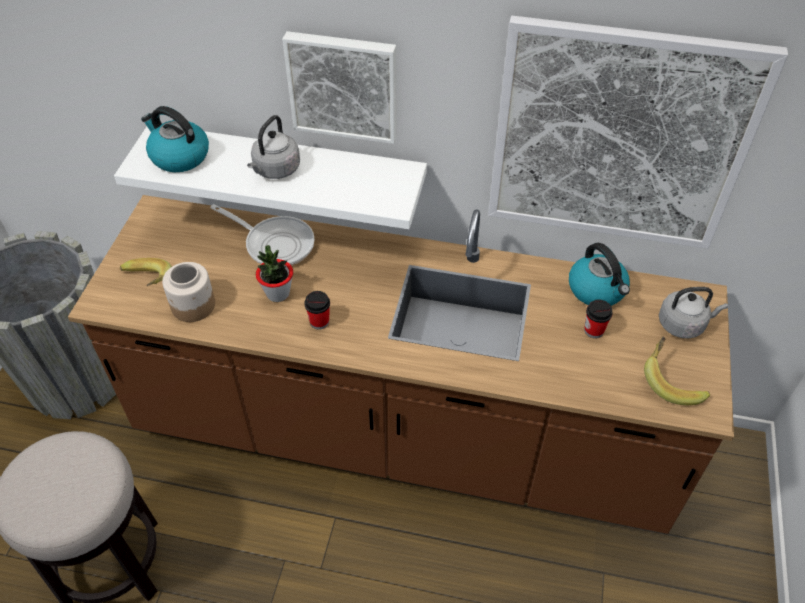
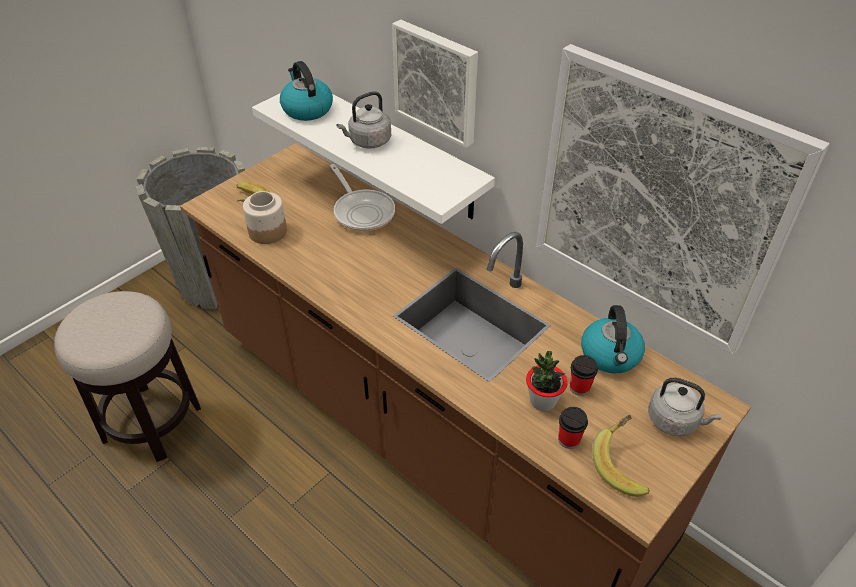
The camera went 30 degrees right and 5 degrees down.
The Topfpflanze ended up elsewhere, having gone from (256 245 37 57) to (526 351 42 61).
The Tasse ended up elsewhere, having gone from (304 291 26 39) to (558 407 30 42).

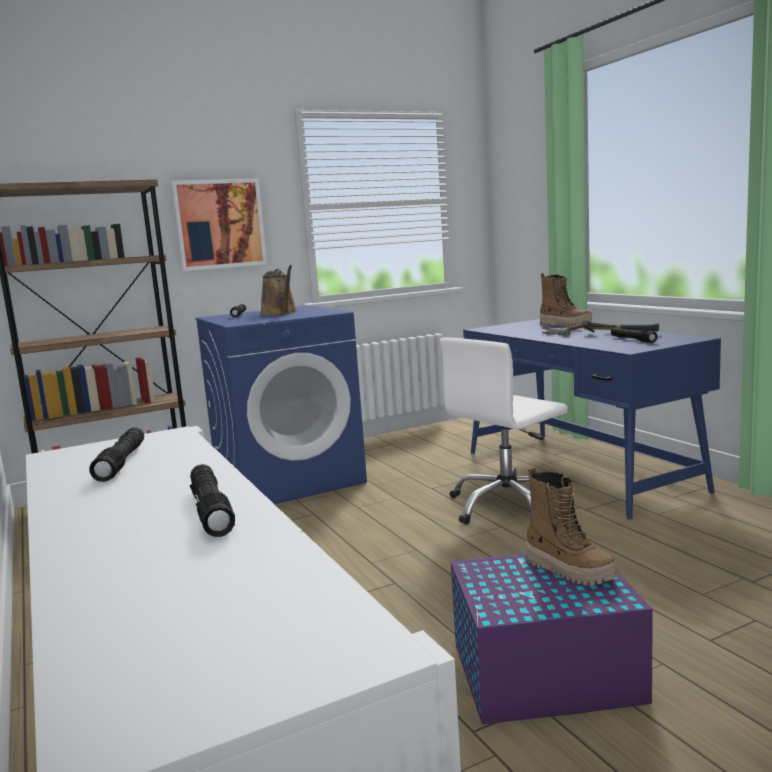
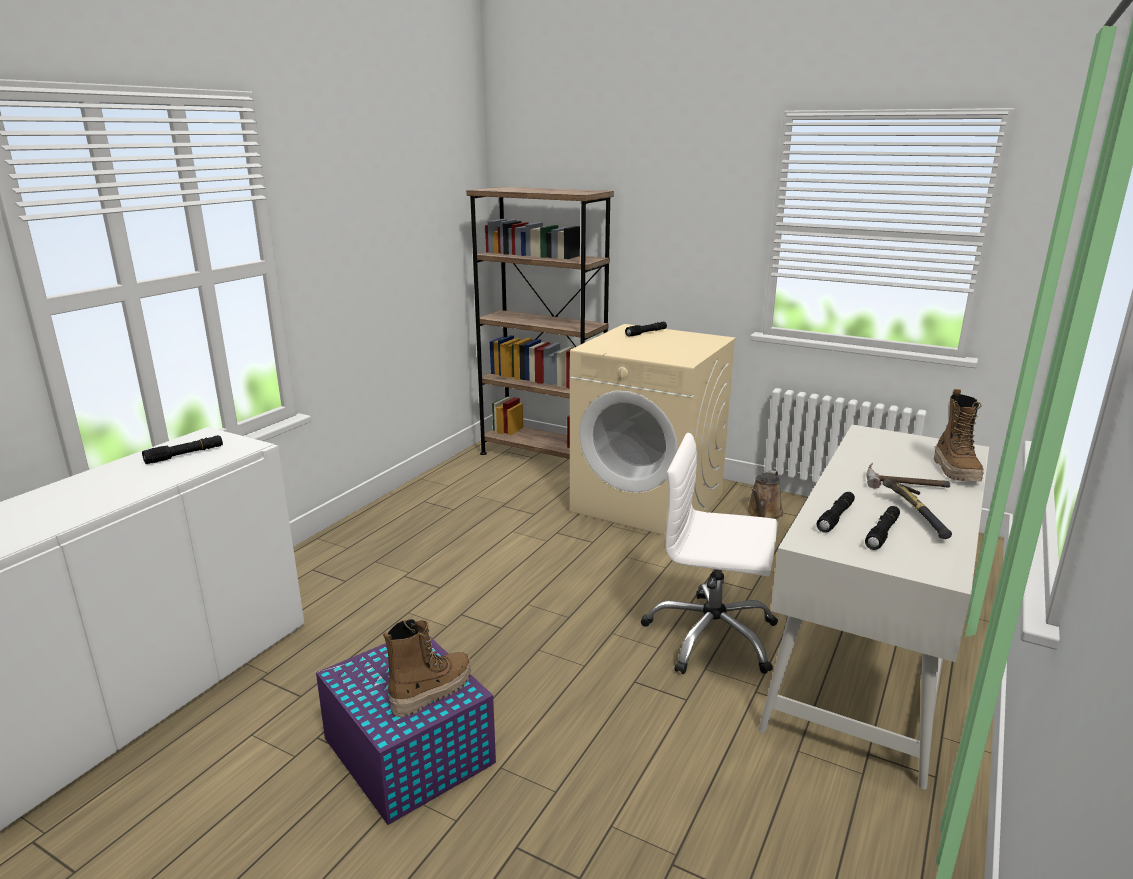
The camera went 55 degrees right and 10 degrees up.
The Stiefel at (526 467 92 118) ended up facing another way, 150 degrees counterclockwise from before.
What was the Waschmaschine [blau] at (195 305 172 199) turned into the Waschmaschine [beige] at (570 324 166 211).
The Gießkanne [braun] ended up elsewhere, having gone from (260 265 37 51) to (746 470 38 49).
What was the Schreibtisch [blau] at (463 319 258 201) turned into the Schreibtisch [weiß] at (759 424 230 365).
The Taschenlampe [schwarz] ended up elsewhere, having gone from (190 464 45 73) to (816 492 39 41).
The second view lost the Bild at (171 178 96 93).

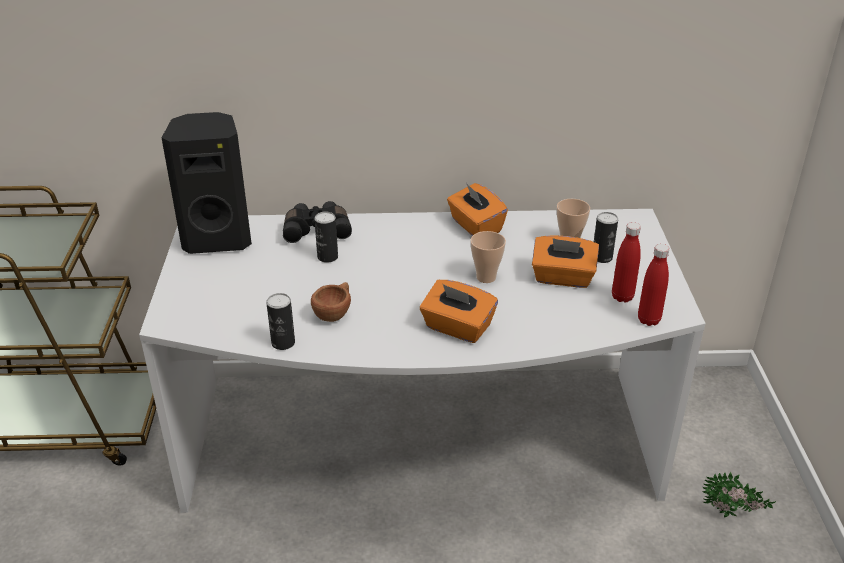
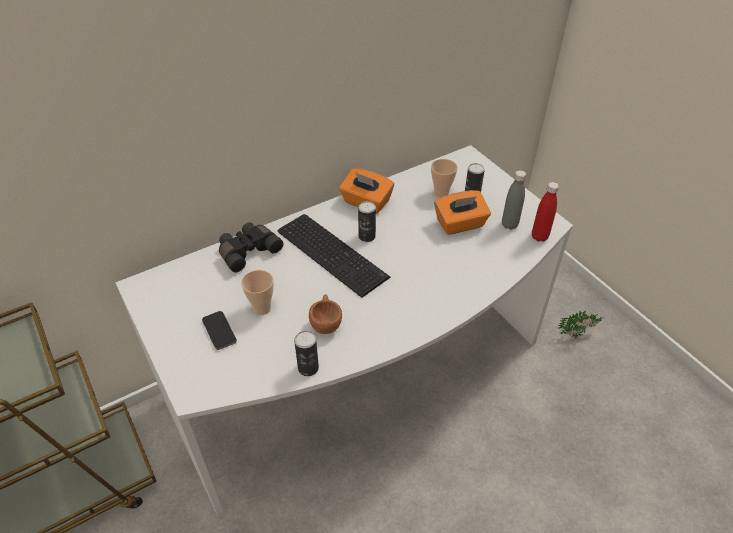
The camera went 30 degrees left and 10 degrees up.
The second view gained the Handy at (202 311 35 39).
The Tasse ended up elsewhere, having gone from (470 231 36 52) to (241 270 33 45).
The second view gained the Tastatur at (278 214 112 84).
The Dose ended up elsewhere, having gone from (314 212 24 51) to (358 201 18 41).
What was the Flasche [rot] at (612 222 29 81) turned into the Flasche [grau] at (502 170 24 60).
The second view lost the Lautsprecher [schwarz] at (161 112 91 142).
The second view lost the Taschentuchbox [orange] at (420 280 78 63).

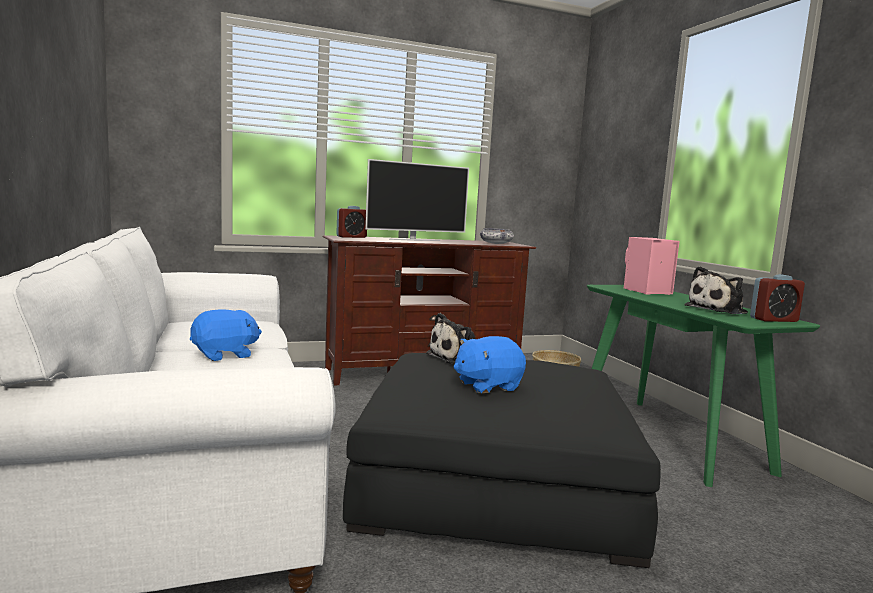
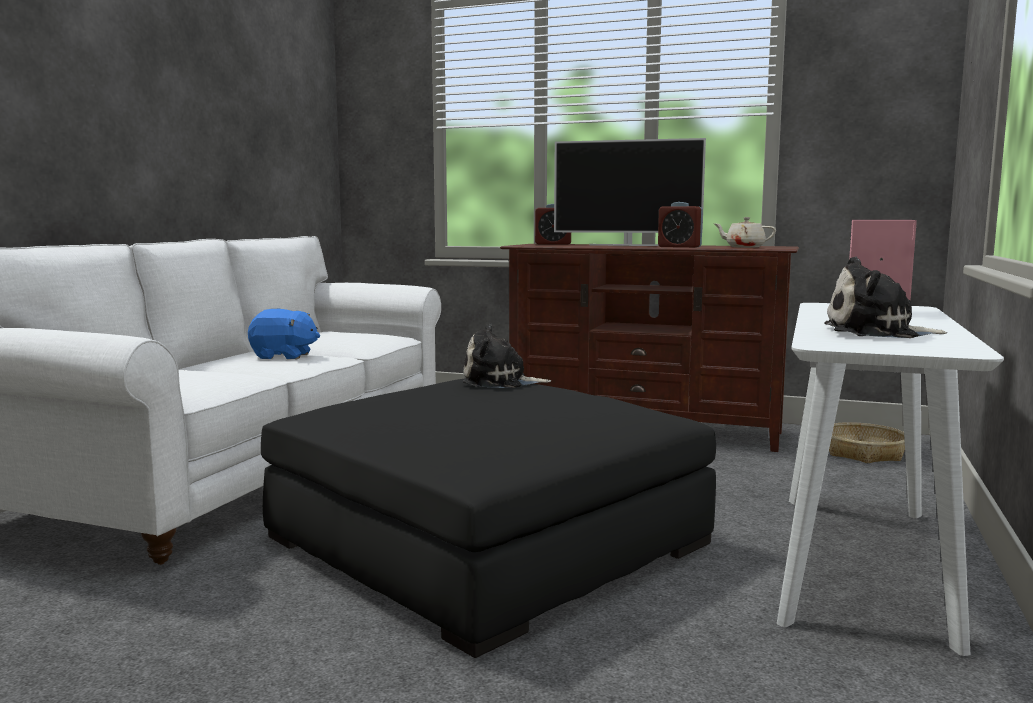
The camera went 40 degrees right and 0 degrees up.
The Wecker ended up elsewhere, having gone from (750 274 55 48) to (658 202 45 46).
Where the Schüssel stood at (480 228 34 16), the Teekanne [beige] came to stand at (715 217 61 31).
What was the Konsolentisch [grün] at (587 285 233 202) turned into the Konsolentisch [weiß] at (777 303 227 353).
The second view lost the Plüschtier [blau] at (453 336 73 57).

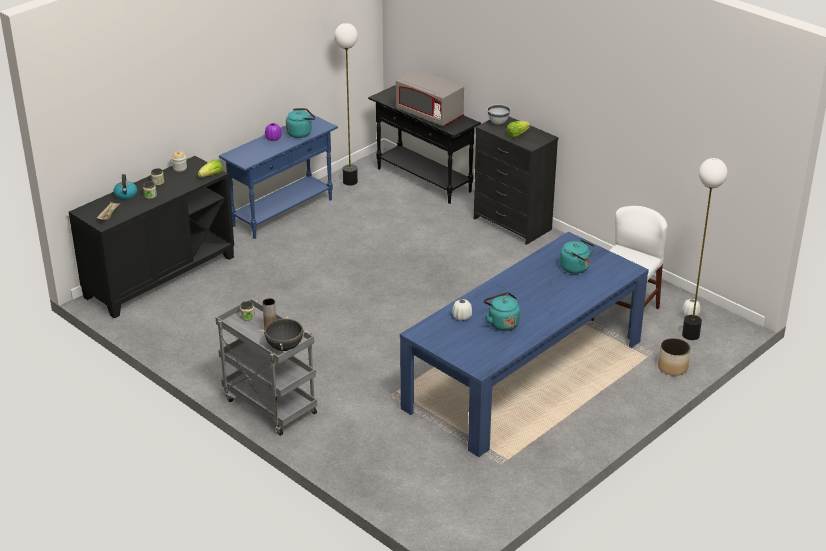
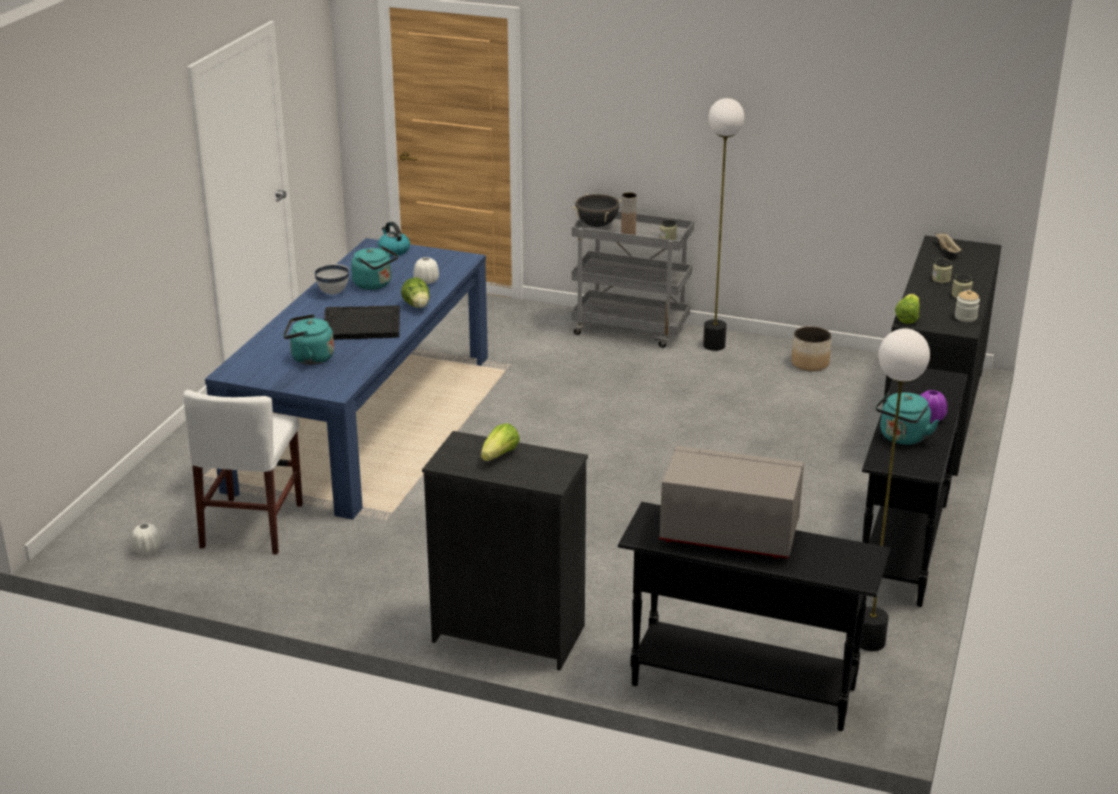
The camera went 155 degrees right and 5 degrees down.
The Schüssel [weiß] ended up elsewhere, having gone from (488 104 22 21) to (314 264 35 30).
The second view gained the Tablett [schwarz] at (324 305 76 35).
The Wasserkessel ended up elsewhere, having gone from (113 174 25 26) to (378 222 32 34).
The second view gained the Salatkopf at (401 277 29 31).
The Stehlampe ended up elsewhere, having gone from (682 158 46 182) to (703 98 41 253).
The Pflanzkübel ended up elsewhere, having gone from (658 338 32 38) to (791 326 41 45).
What was the Konsolentisch [blau] at (219 115 119 124) turned into the Konsolentisch [schwarz] at (862 368 106 239).

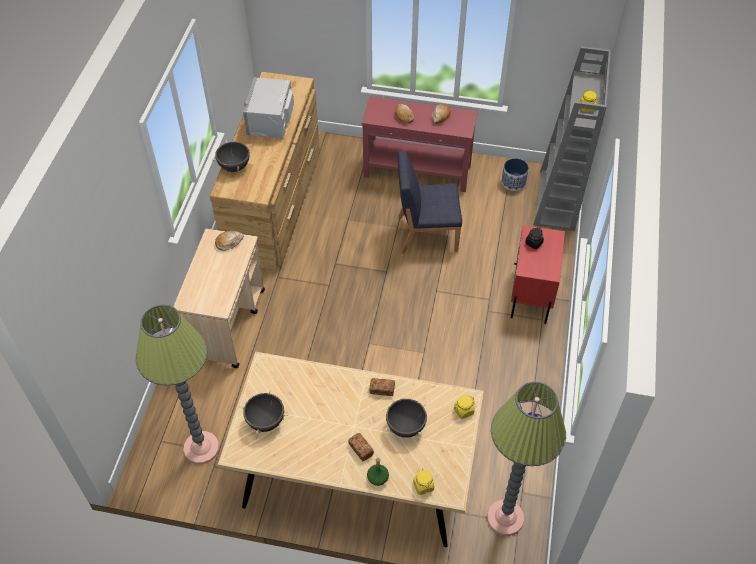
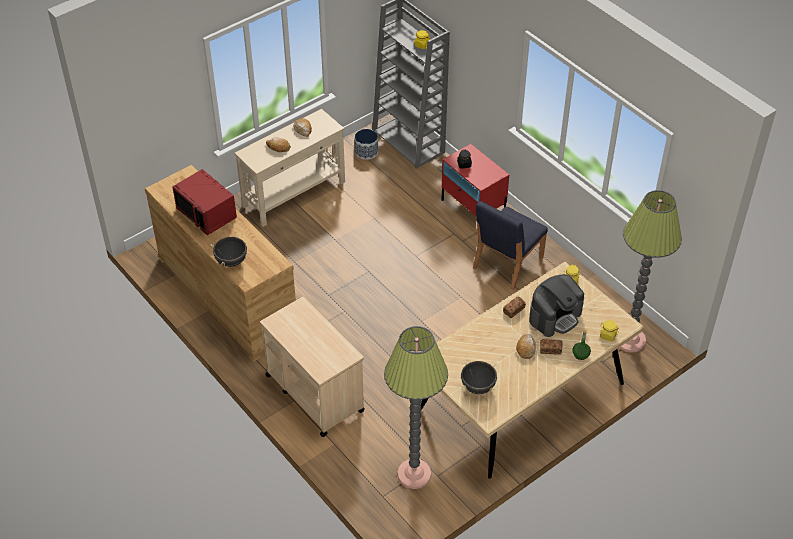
The camera went 50 degrees left and 5 degrees down.
What was the Mikrowelle [grau] at (243 77 51 62) turned into the Mikrowelle [rot] at (172 169 65 66).
What was the Konsolentisch [rot] at (361 96 117 96) turned into the Konsolentisch [beige] at (234 109 111 118).
The Stuhl [blau] ended up elsewhere, having gone from (398 151 64 103) to (473 201 75 89).
The Brot ended up elsewhere, having gone from (215 231 29 20) to (516 334 20 25).
Where the Kochtopf [schwarz] stood at (386 398 41 40), the Kaffeemaschine came to stand at (529 274 55 63).

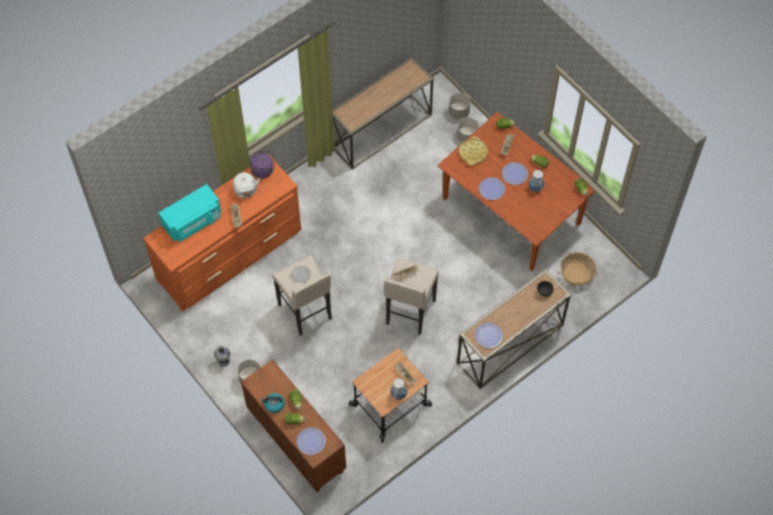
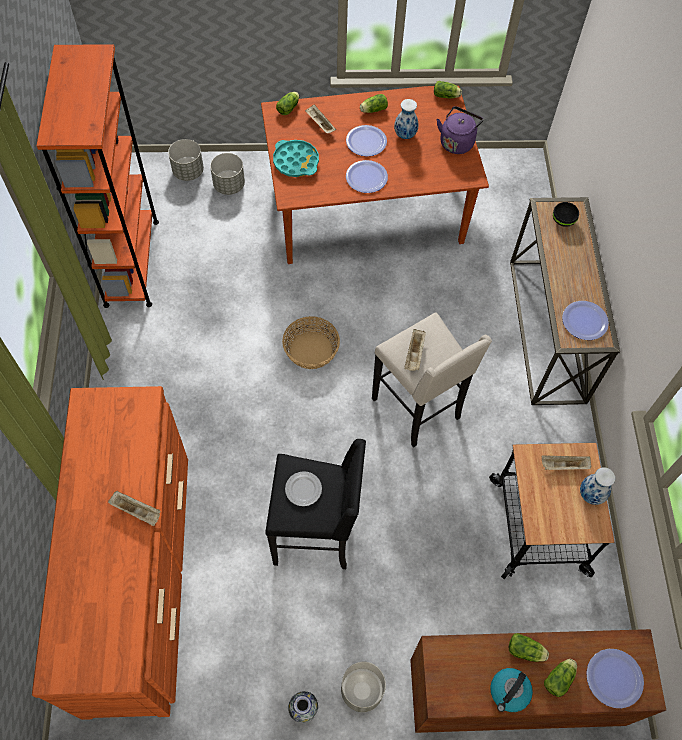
The camera went 55 degrees left and 0 degrees up.
Where the Konsolentisch stood at (333 57 101 112), the Bücherregal [orange] came to stand at (37 44 122 264).
What was the Hocker [beige] at (273 255 59 81) turned into the Hocker [schwarz] at (265 439 101 130).
What was the Tablett [gelb] at (459 136 29 29) turned into the Tablett [türkis] at (273 140 46 37).
The Korb ended up elsewhere, having gone from (560 252 37 34) to (282 316 58 53).
The Wasserkessel [lila] ended up elsewhere, having gone from (250 150 25 29) to (437 106 46 48).
The second view lost the Mikrowelle [türkis] at (159 184 62 58).
The second view lost the Wasserkessel [weiß] at (233 172 27 26).

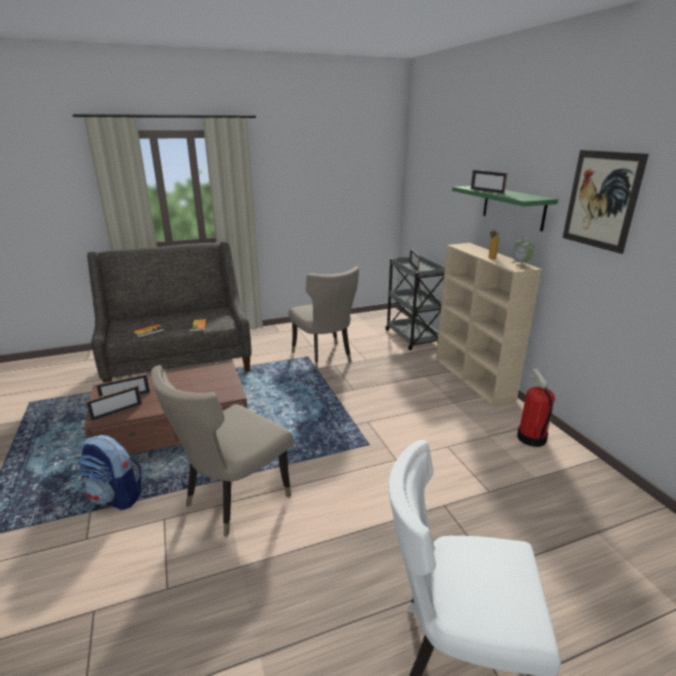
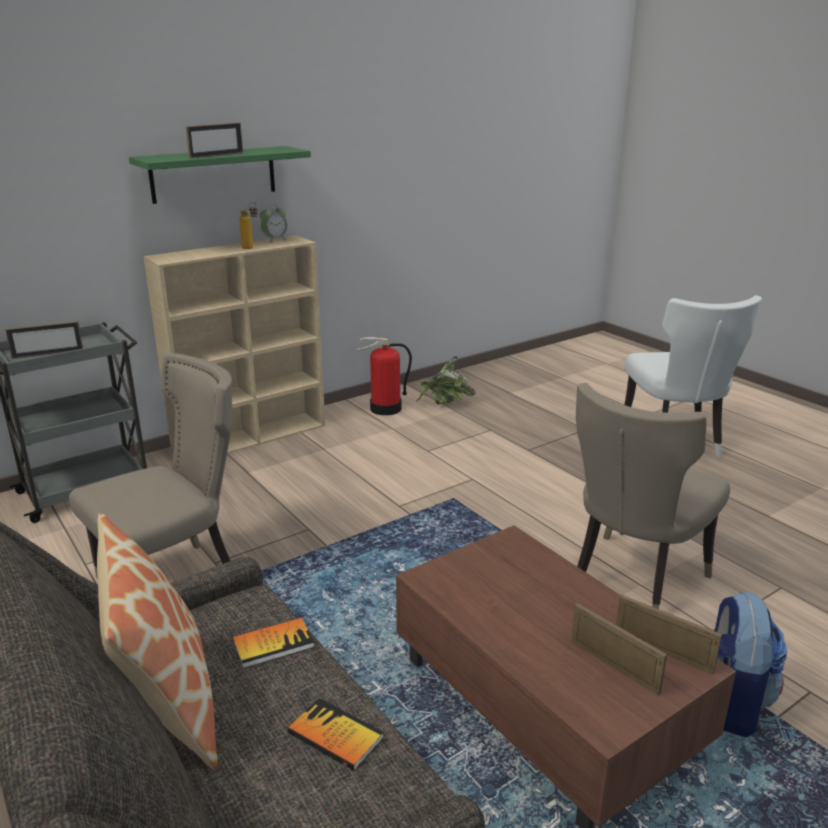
The camera went 105 degrees left and 0 degrees up.
The second view gained the Kissen at (97 513 120 256).
The second view gained the Topfpflanze at (416 356 60 48).
The Stuhl [beige] at (151 365 142 172) ended up facing another way, 105 degrees clockwise from before.
The second view lost the Bild at (563 150 86 104).

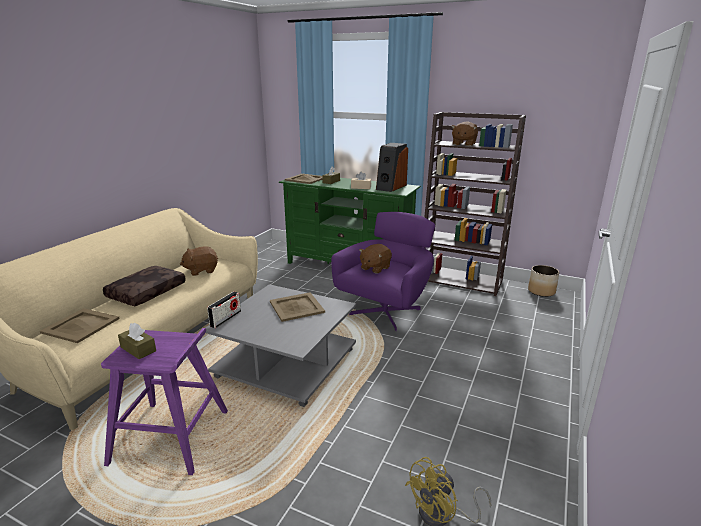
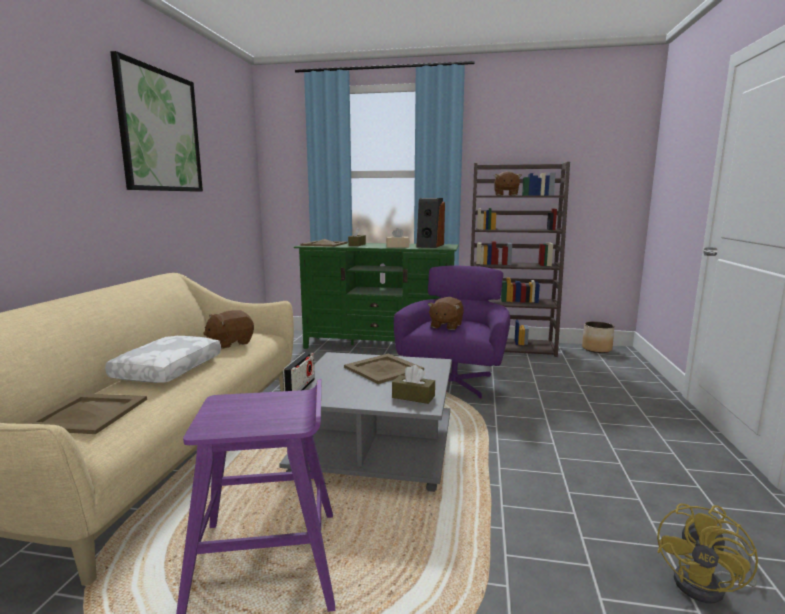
The camera went 15 degrees left and 10 degrees down.
What was the Kissen [braun] at (103 266 83 40) turned into the Kissen [weiß] at (105 336 116 47).
The second view gained the Bild at (110 51 93 141).
The Taschentuchbox [braun] ended up elsewhere, having gone from (118 323 38 36) to (392 365 43 39).

